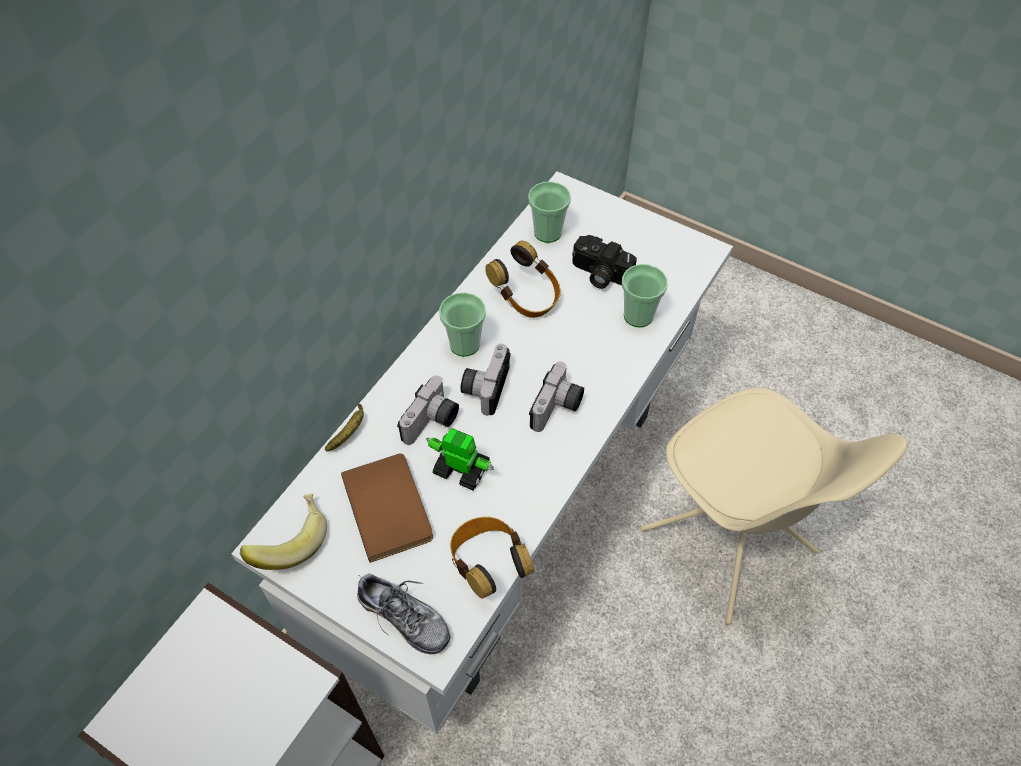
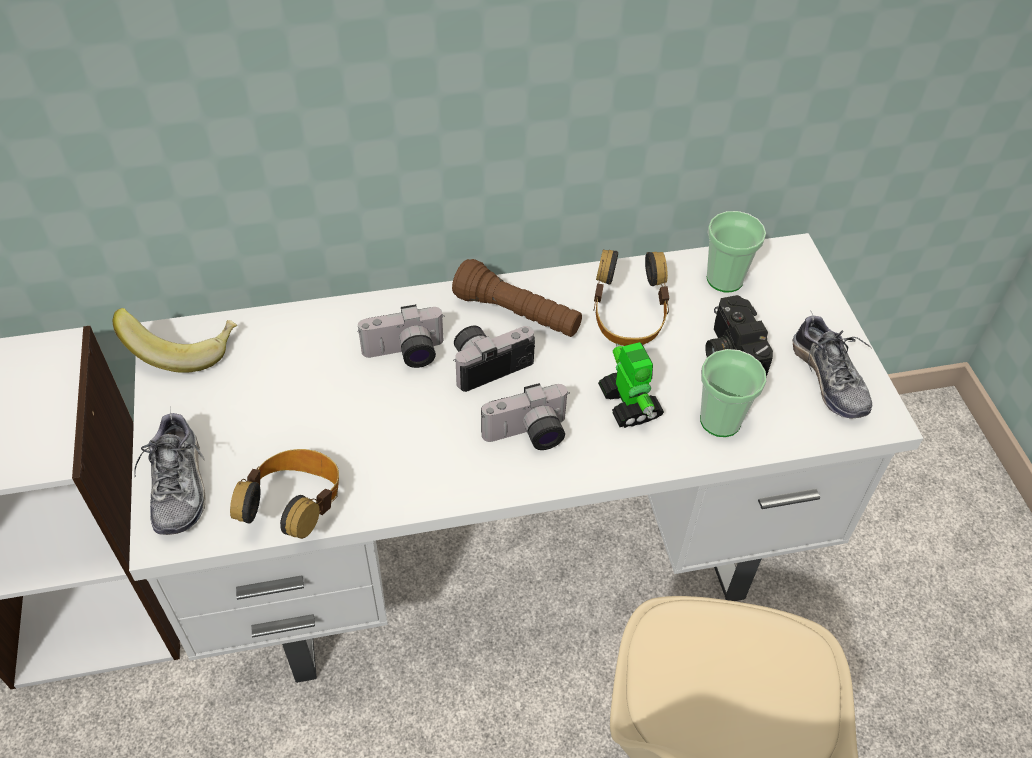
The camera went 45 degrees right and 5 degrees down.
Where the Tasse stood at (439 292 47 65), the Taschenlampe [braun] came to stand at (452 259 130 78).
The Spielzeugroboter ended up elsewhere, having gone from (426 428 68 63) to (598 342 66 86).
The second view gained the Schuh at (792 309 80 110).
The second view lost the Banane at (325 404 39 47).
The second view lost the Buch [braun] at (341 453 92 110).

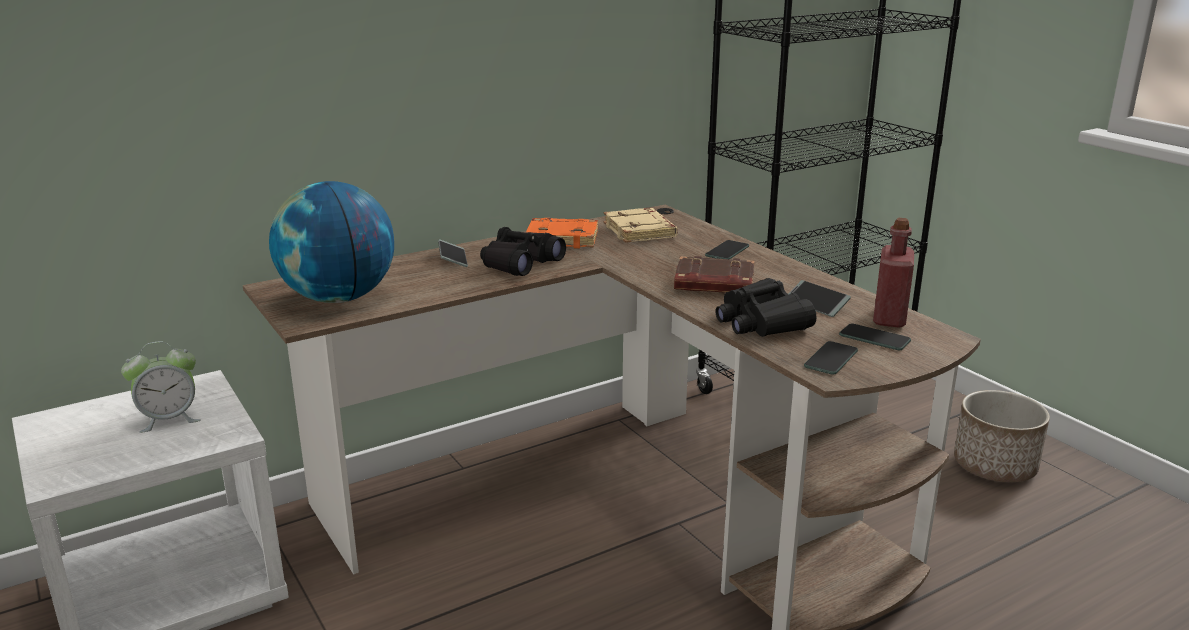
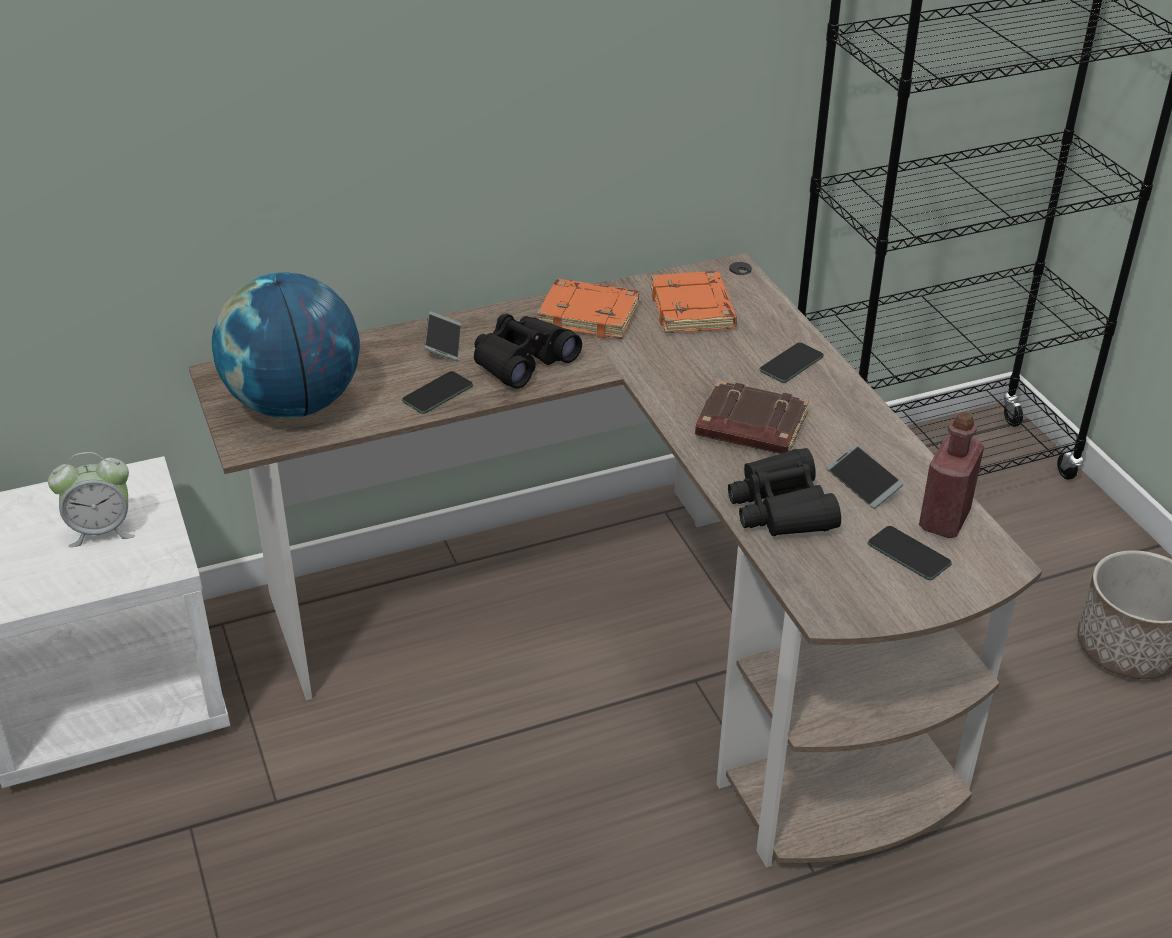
The camera went 10 degrees right and 15 degrees up.
The Handy ended up elsewhere, having gone from (804 341 54 34) to (402 371 71 43).
What was the Buch [beige] at (604 208 74 35) turned into the Buch [orange] at (651 271 86 62).

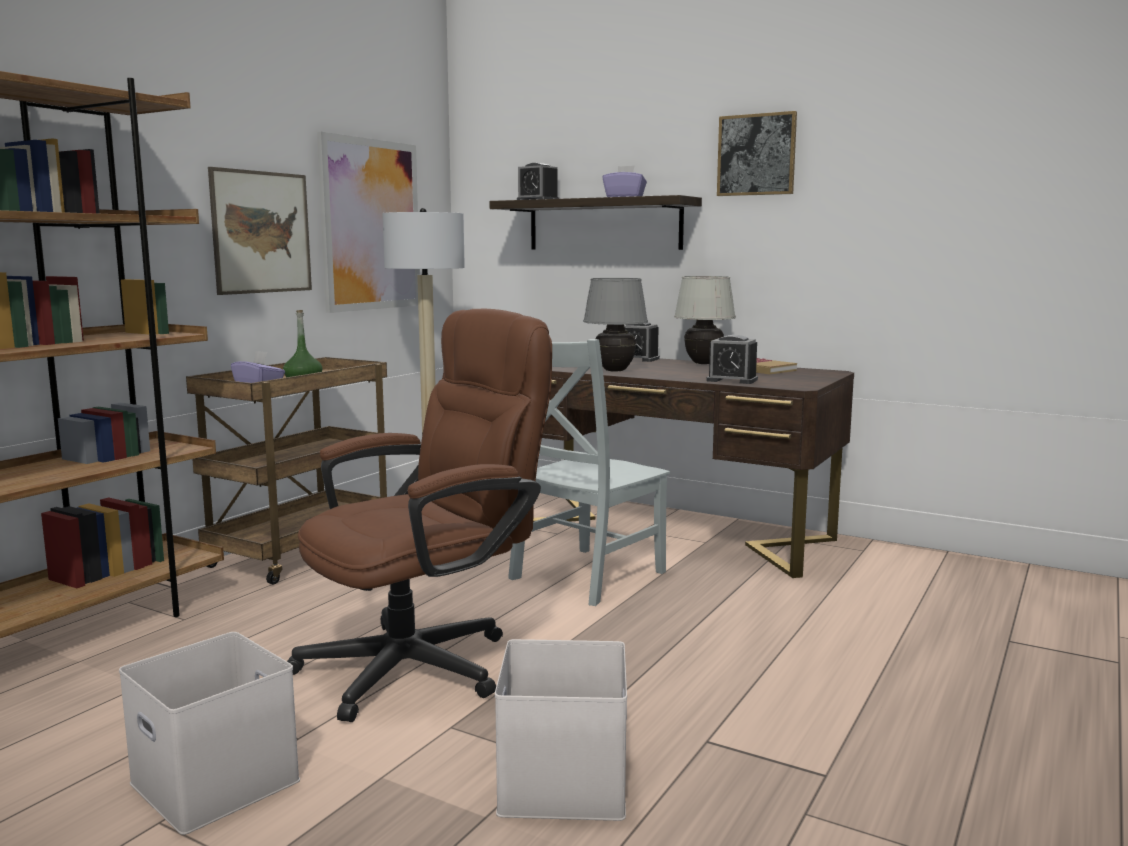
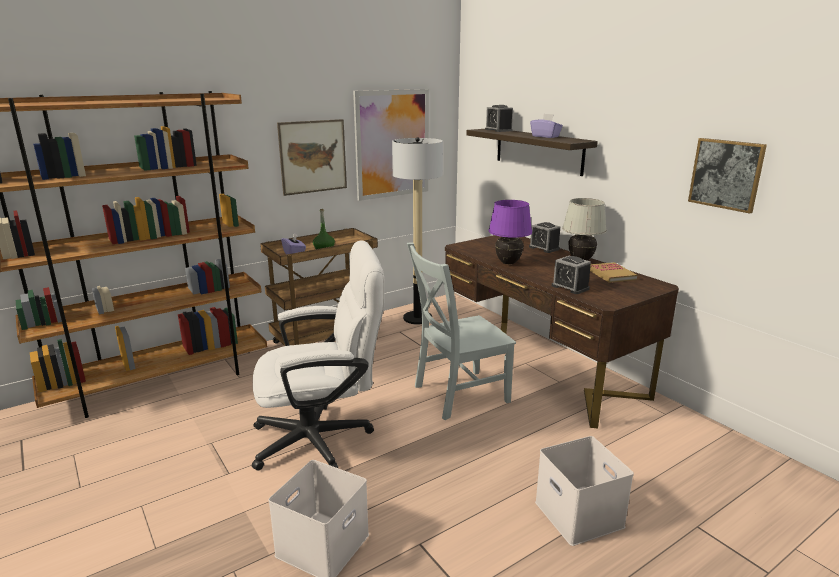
The camera went 25 degrees right and 10 degrees up.
What was the Bürostuhl [braun] at (287 309 265 413) turned into the Bürostuhl [weiß] at (252 240 133 230).
What was the Tischlampe [grau] at (583 278 65 94) turned into the Tischlampe [lila] at (488 200 44 64).
The Aufbewahrungsbox [weiß] ended up elsewhere, having gone from (119 632 181 203) to (535 436 99 110).
The Bild ended up elsewhere, having gone from (717 111 80 85) to (688 138 79 75).

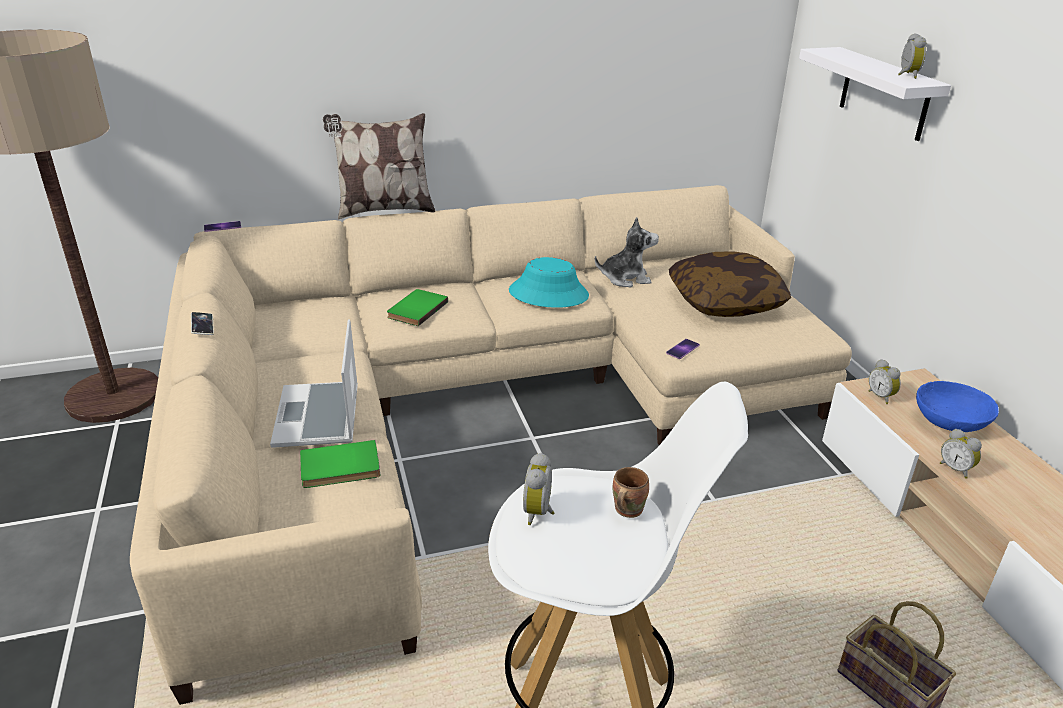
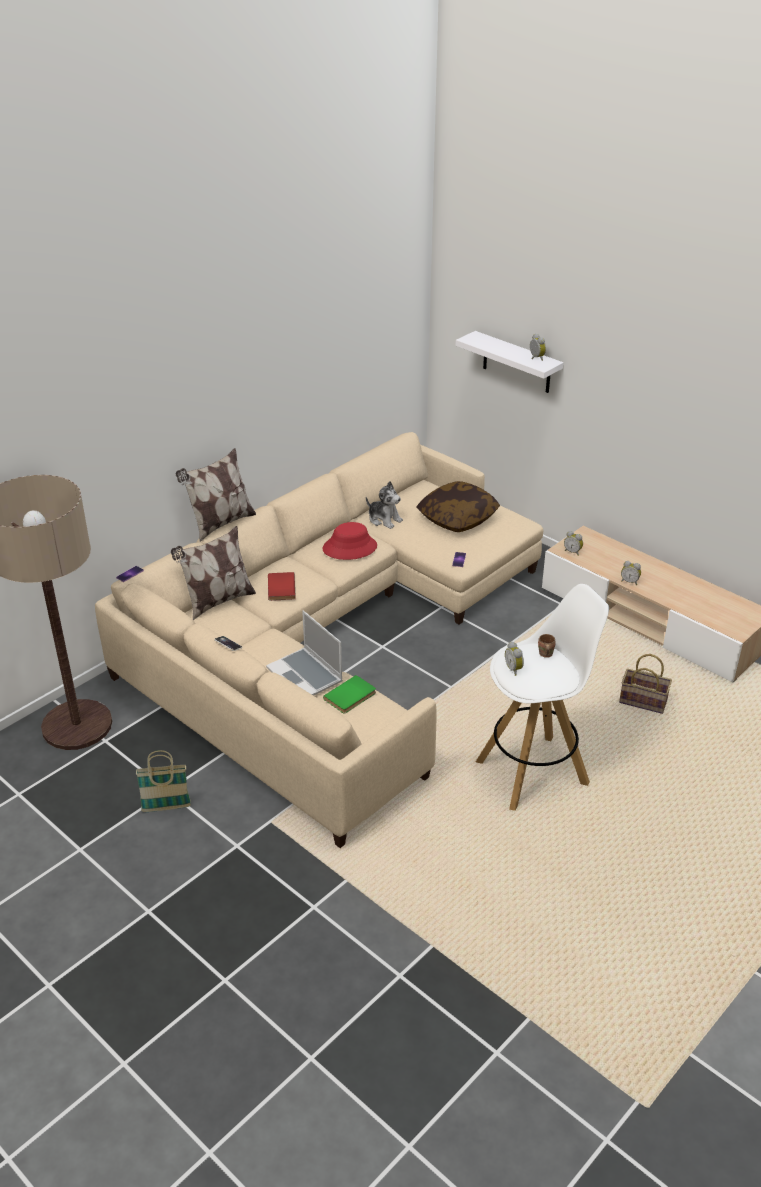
The camera went 30 degrees left and 5 degrees up.
The second view gained the Korb at (136 750 55 62).
The second view gained the Kissen at (171 526 85 94).
What was the Buch [grün] at (387 289 61 37) turned into the Buch [rot] at (268 572 28 29).
What was the Hut [türkis] at (509 257 80 51) turned into the Hut [rot] at (323 522 54 38).
The Plüschtier at (595 217 64 70) ended up facing another way, 75 degrees clockwise from before.
The second view lost the Schüssel [blau] at (916 381 83 51).

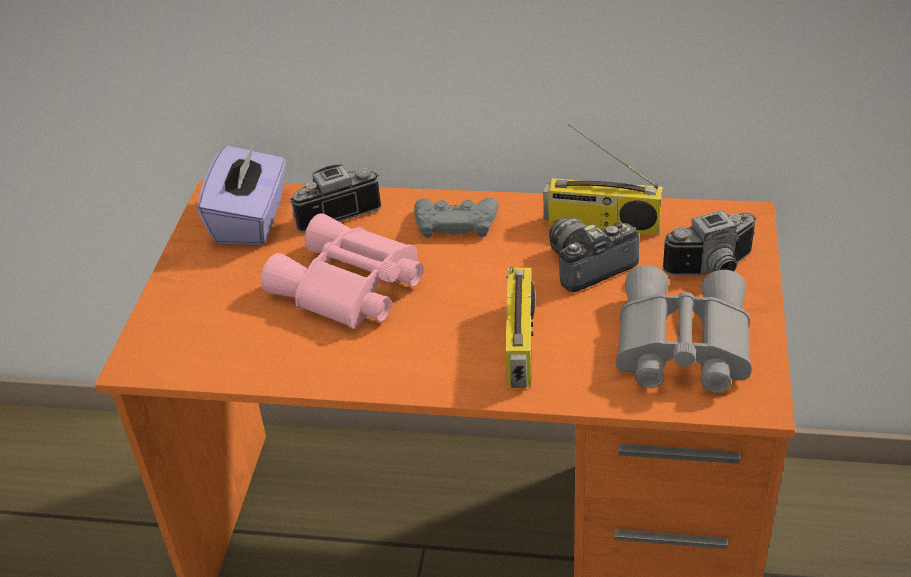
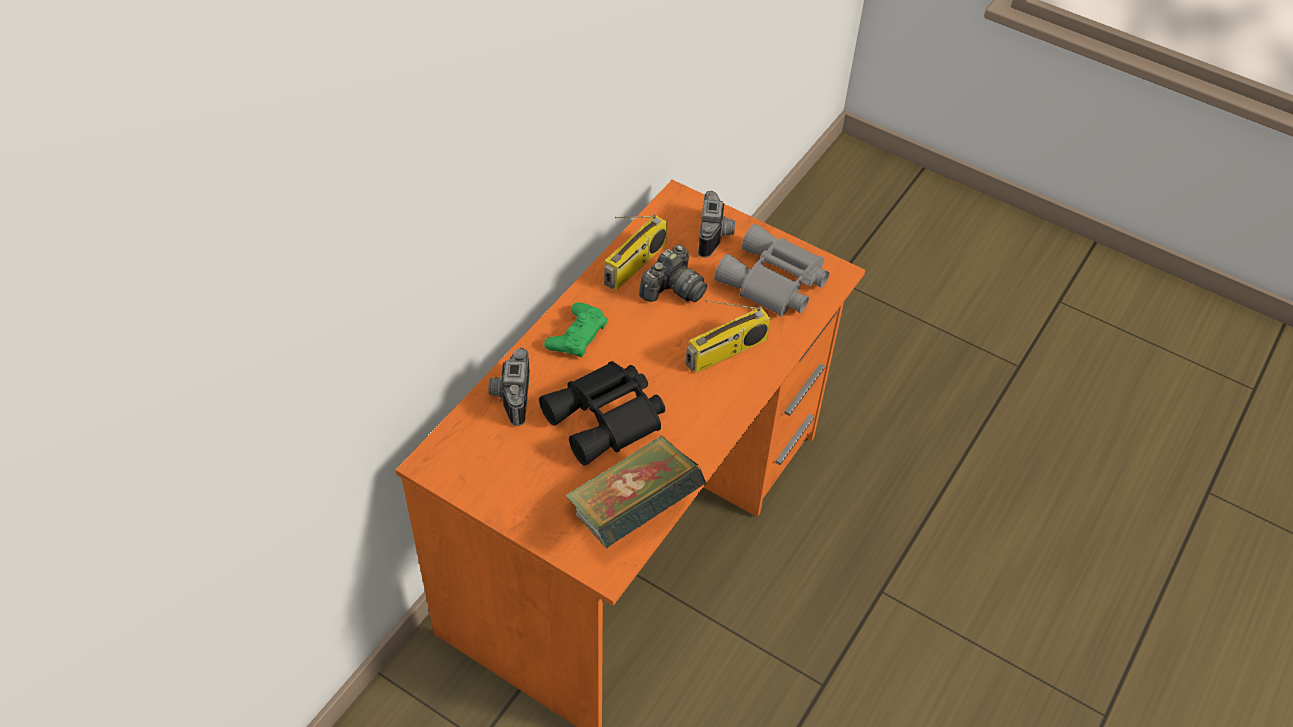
The camera went 70 degrees left and 10 degrees up.
What was the Fernglas [rosa] at (261 213 162 116) turned into the Fernglas [schwarz] at (539 361 126 104).
What was the Gamepad [grau] at (414 198 84 40) turned into the Gamepad [grün] at (544 302 64 55).
The second view gained the Buch at (565 435 141 113).
The Kamera at (549 218 90 74) ended up facing another way, 135 degrees counterclockwise from before.
The Radio at (505 267 30 121) ended up facing another way, 120 degrees clockwise from before.
The second view lost the Taschentuchbox [lila] at (198 142 88 103).

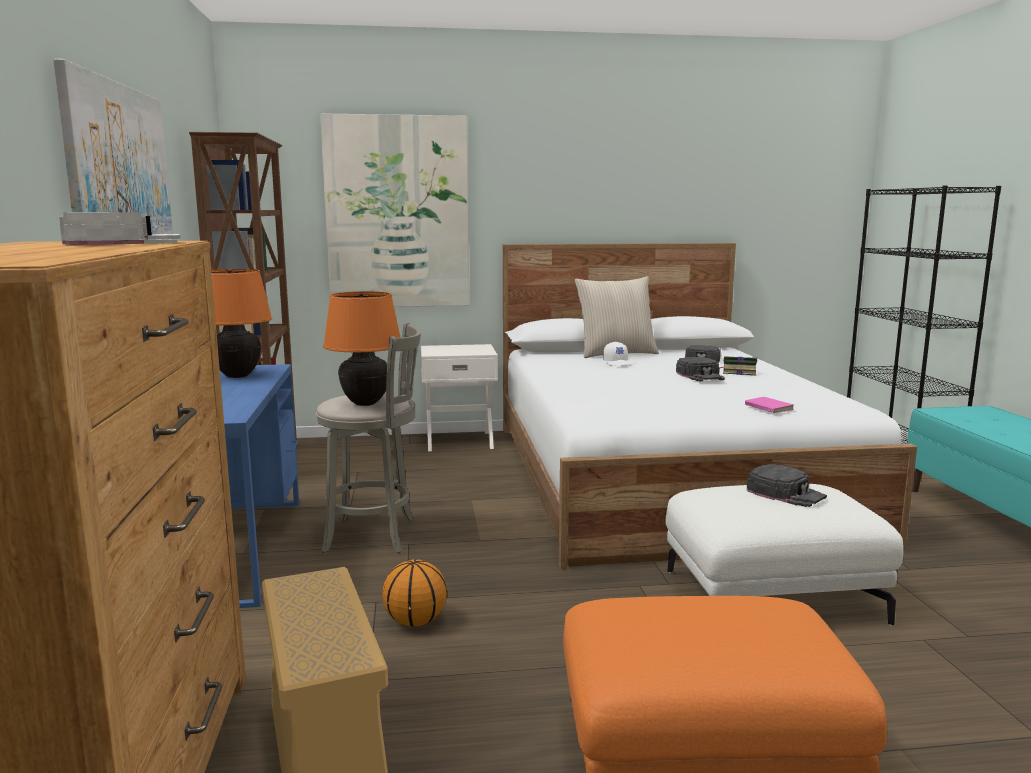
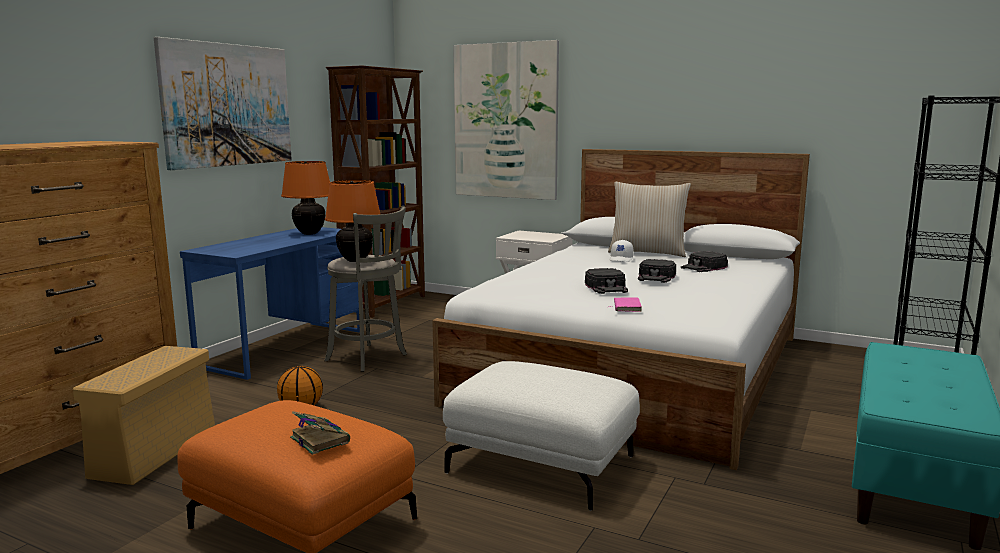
The camera went 35 degrees right and 0 degrees up.
The Buch ended up elsewhere, having gone from (720 356 37 20) to (290 411 60 44).
The Kappe [schwarz] ended up elsewhere, having gone from (747 464 80 43) to (585 268 43 26).
The second view lost the Kappe [weiß] at (59 212 122 33).

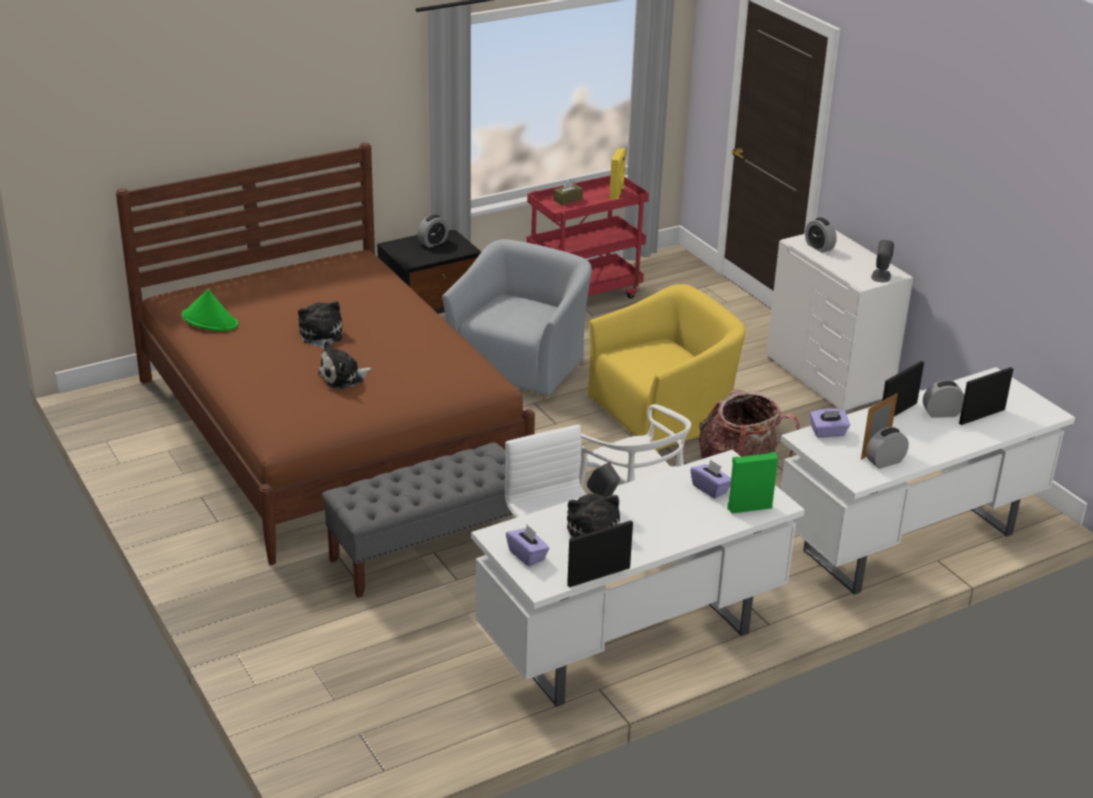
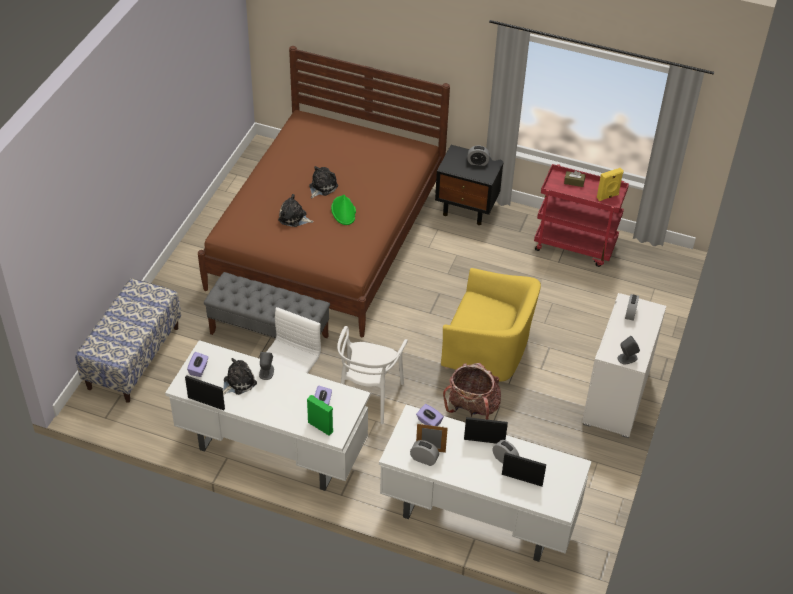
The camera went 50 degrees right and 15 degrees up.
The second view gained the Bank at (75 278 106 125).
The Hut [grün] ended up elsewhere, having gone from (181 289 57 42) to (331 195 25 30).
The second view lost the Sessel [grau] at (442 239 150 160).

